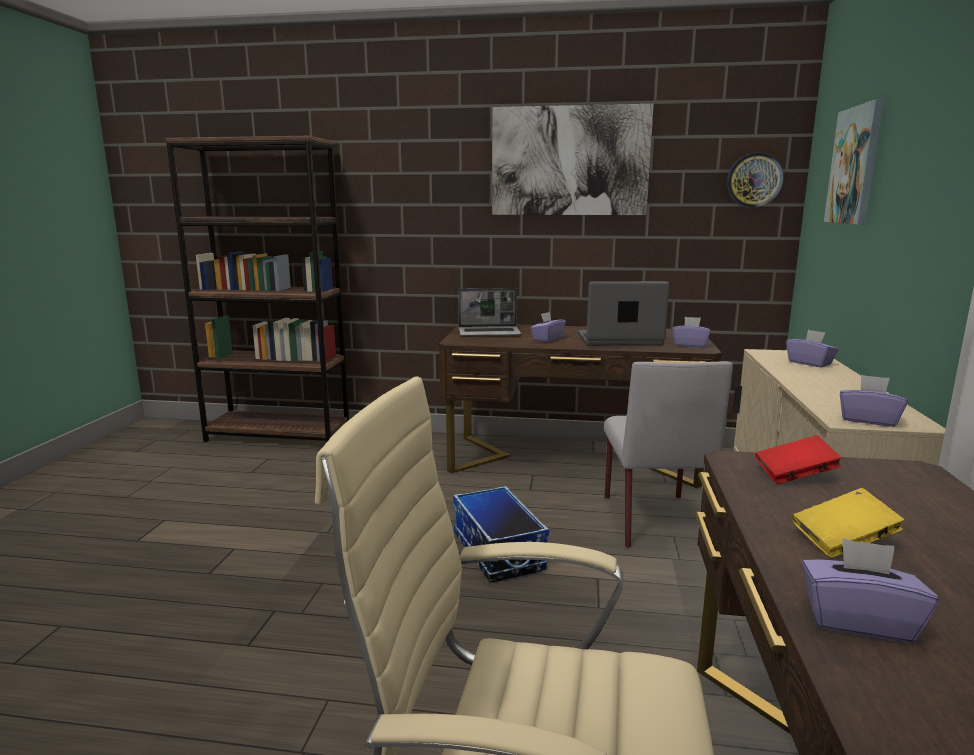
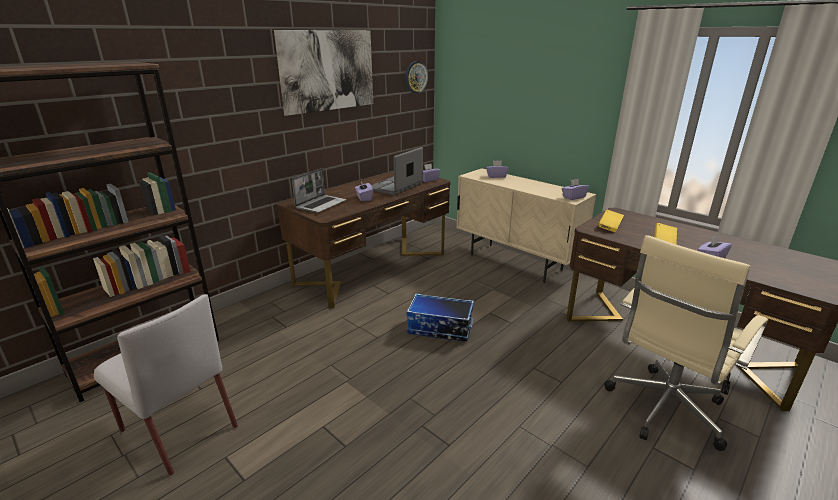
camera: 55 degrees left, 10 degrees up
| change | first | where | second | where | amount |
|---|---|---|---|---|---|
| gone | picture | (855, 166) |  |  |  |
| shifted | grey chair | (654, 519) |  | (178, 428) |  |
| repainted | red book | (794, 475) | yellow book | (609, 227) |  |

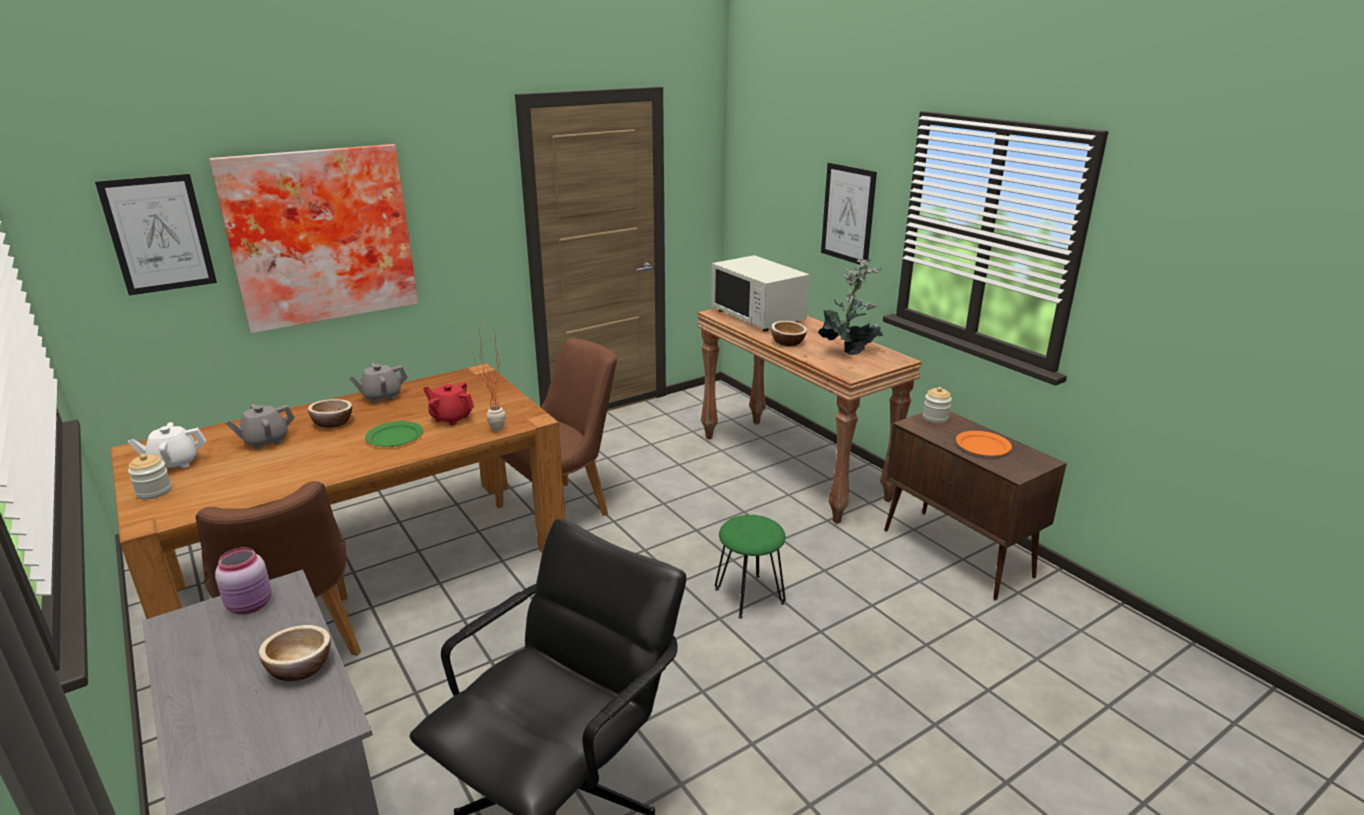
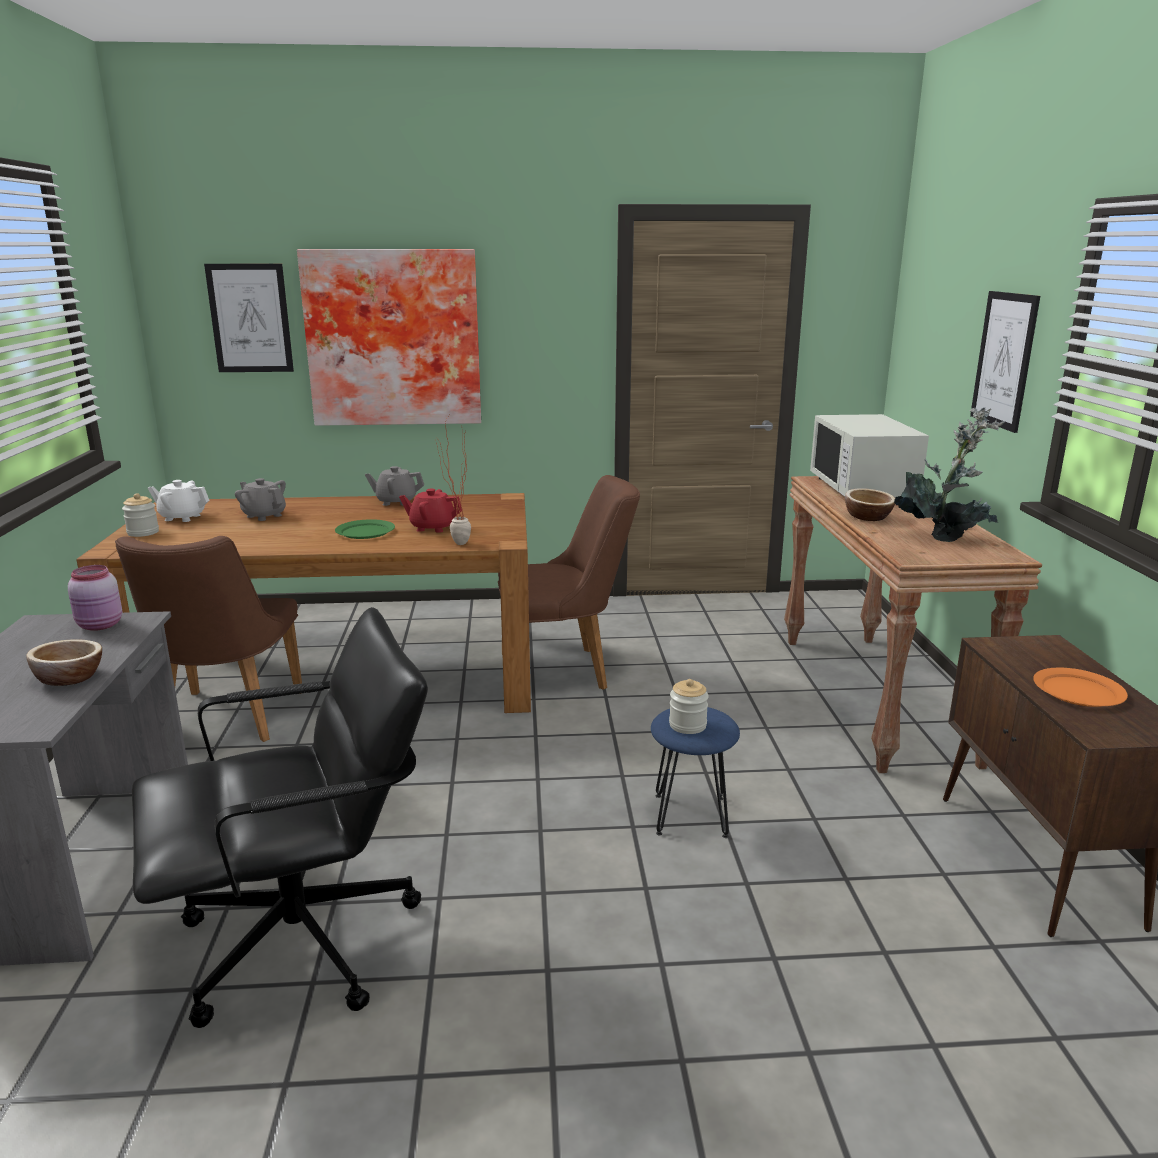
camera: 30 degrees right, 5 degrees down
| change | first | where | second | where | amount |
|---|---|---|---|---|---|
| gone | bowl | (333, 423) |  |  |  |
| shifted | jar | (935, 418) |  | (687, 725) |  |
| repainted | green stool | (750, 596) | blue stool | (691, 815) |  |
| rotated | grey teapot | (265, 441) |  | (264, 516) | 45 degrees clockwise |
| rotated | red teapot | (451, 418) |  | (432, 527) | 45 degrees counterclockwise |

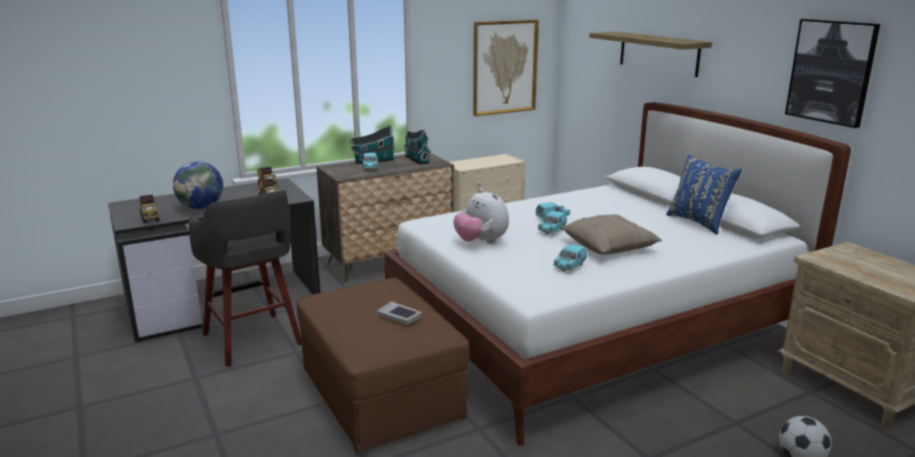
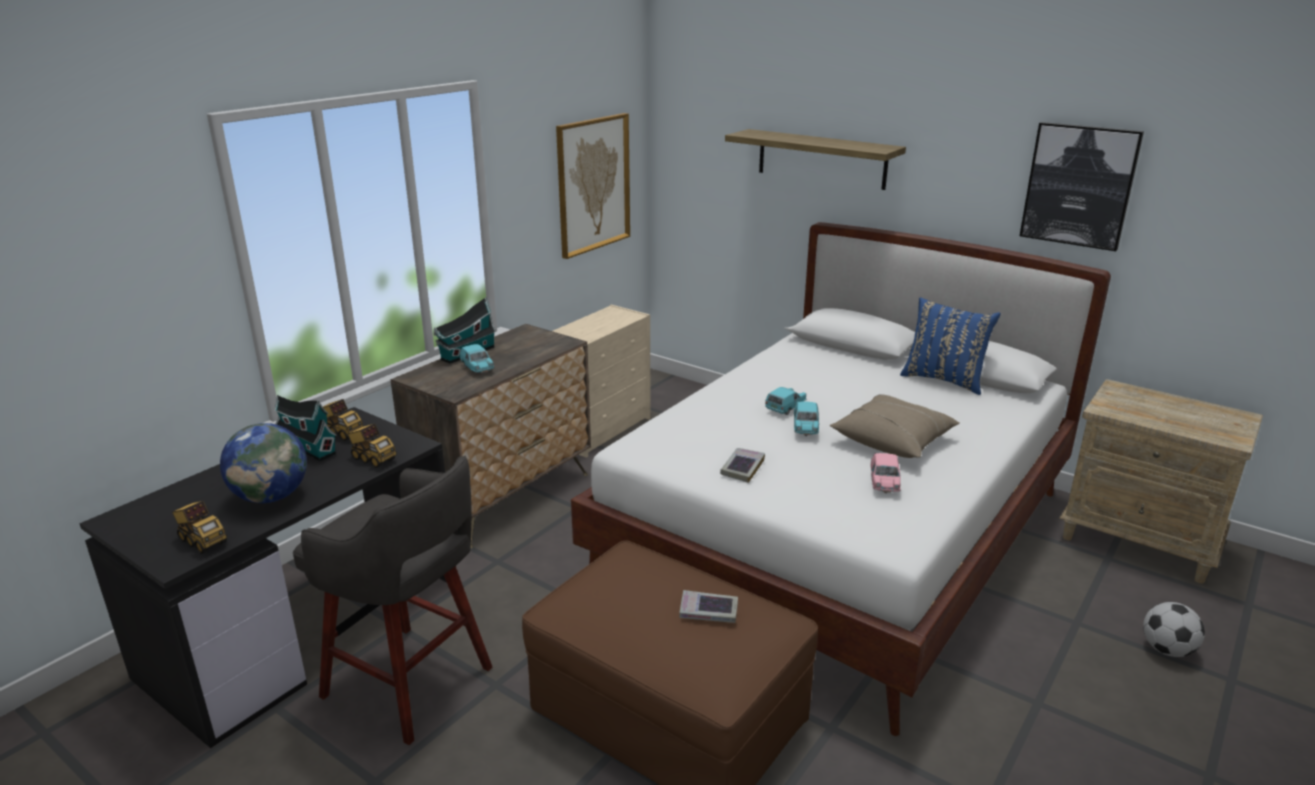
camera: 25 degrees left, 5 degrees up
| change | first | where | second | where | amount |
|---|---|---|---|---|---|
| shifted | toy house | (416, 159) |  | (307, 446) |  |
| swapped | plush toy | (481, 242) | book | (742, 468) |  |
| repainted | turquoise toy car | (569, 267) | pink toy car | (884, 484) |  |

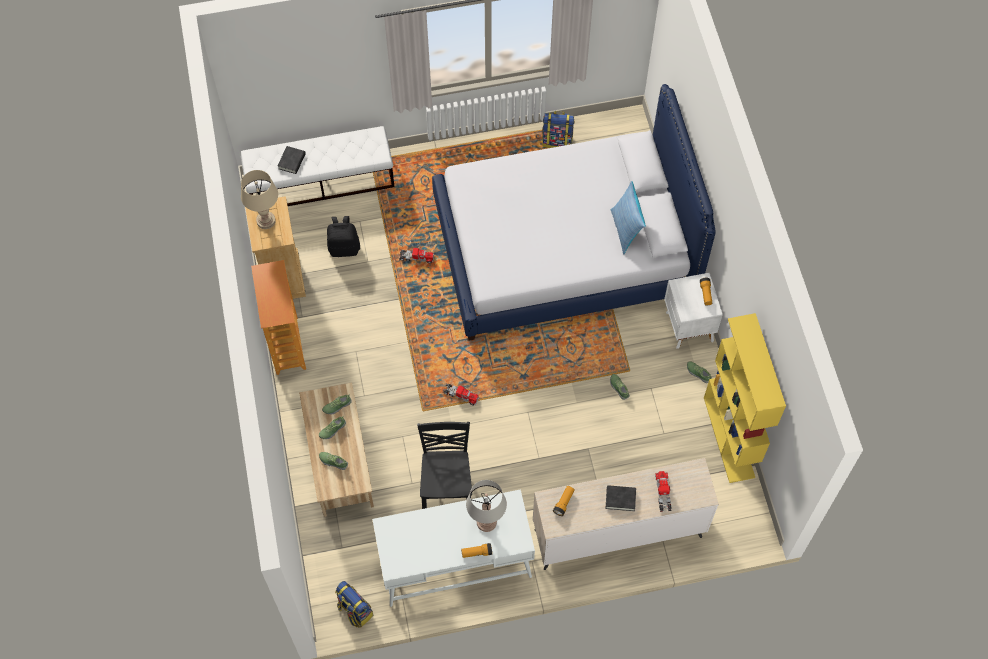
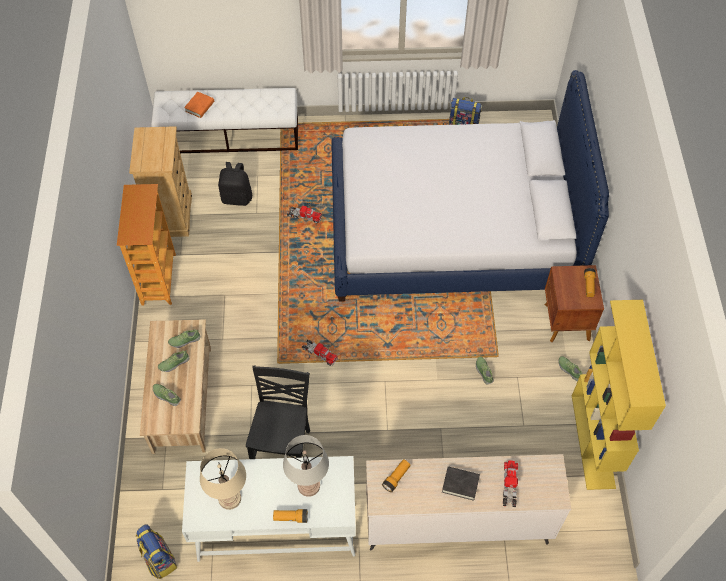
camera: 10 degrees right, 5 degrees down
| change | first | where | second | where | amount |
|---|---|---|---|---|---|
| gone | pillow | (626, 230) |  |  |  |
| shifted | beige table lamp | (266, 221) |  | (230, 498) |  |
| repainted | black book | (292, 161) | orange book | (199, 106) |  |
| repainted | white nightstand | (688, 327) | brown nightstand | (566, 322) |  |

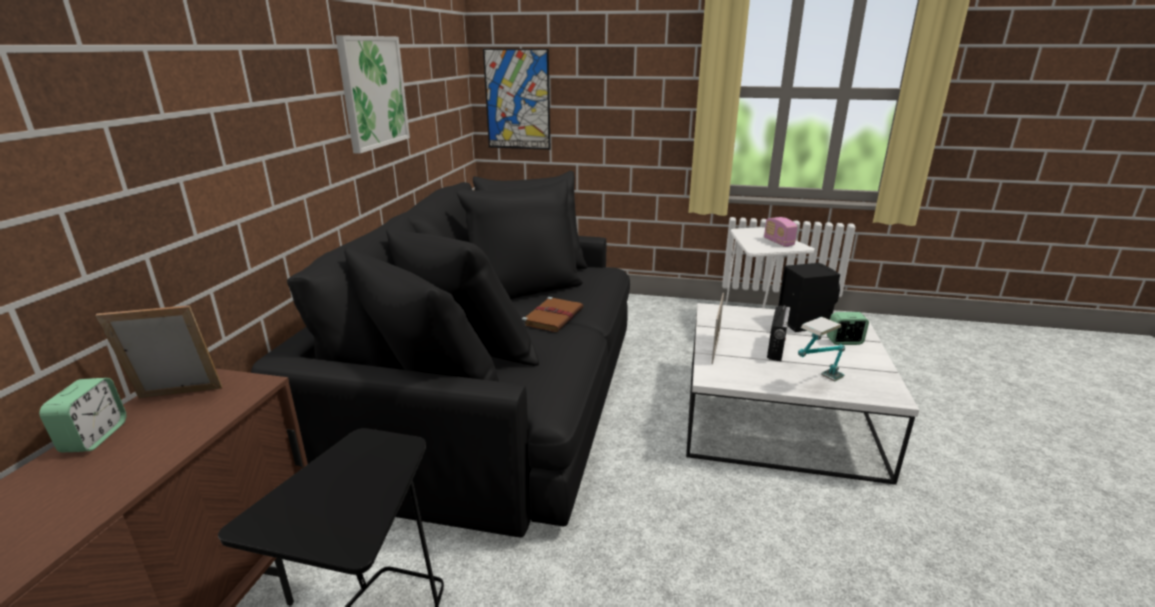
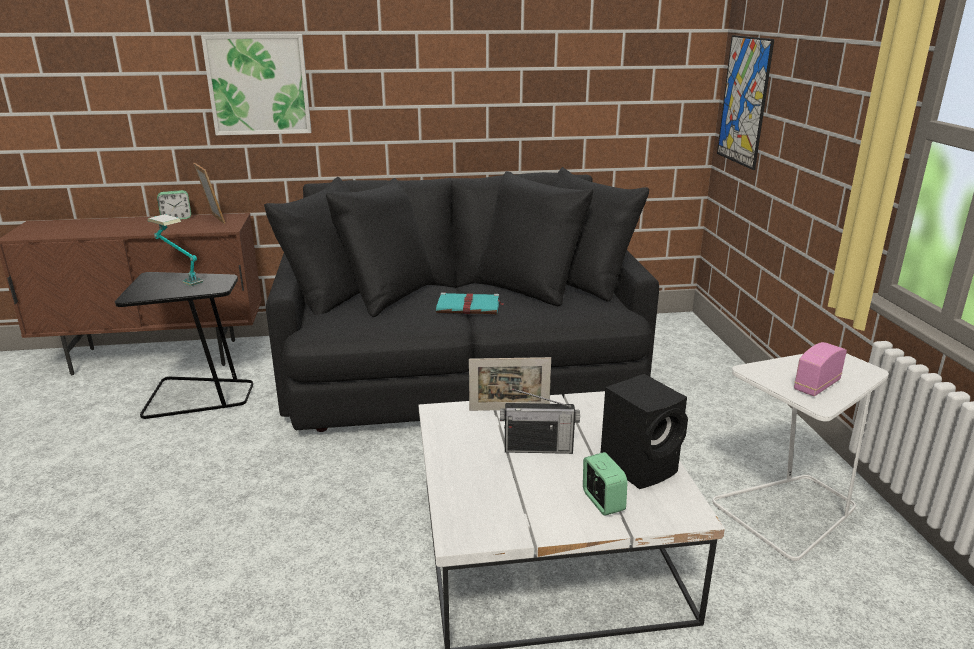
camera: 70 degrees right, 0 degrees up
| change | first | where | second | where | amount |
|---|---|---|---|---|---|
| shifted | picture | (373, 92) |  | (258, 85) |  |
| shifted | table lamp | (816, 383) |  | (180, 278) |  |
| repainted | brown book | (553, 316) | turquoise book | (469, 307) |  |

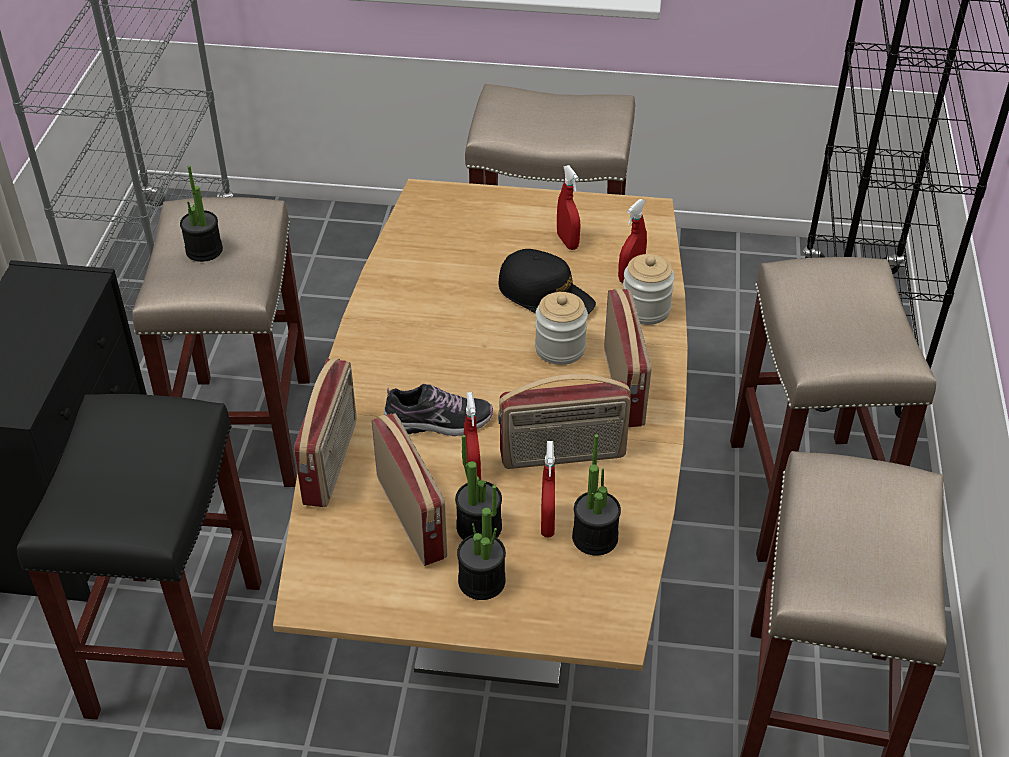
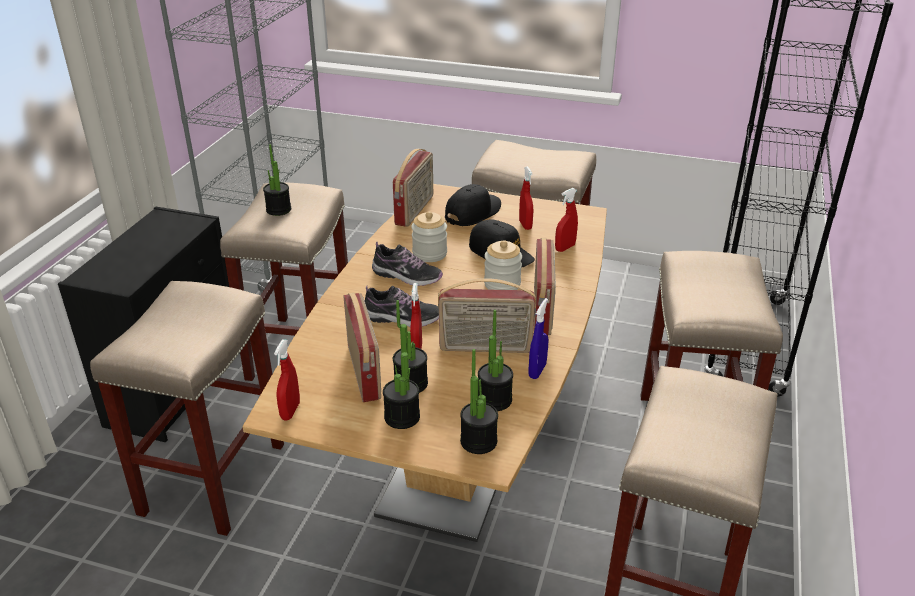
camera: 10 degrees right, 10 degrees down
| change | first | where | second | where | amount |
|---|---|---|---|---|---|
| new |  |  | shoe | (406, 276) |  |
| new |  |  | black cap | (473, 213) |  |
| new |  |  | potted plant | (478, 441) |  |
| new |  |  | blue spray bottle | (537, 371) |  |
| shifted | radio | (332, 462) |  | (415, 210) |  |
| shifted | red spray bottle | (547, 523) |  | (290, 411) |  |
| shifted | jar | (645, 309) |  | (429, 254) |  |
| repainted | black stool | (176, 645) | beige stool | (213, 477) |  |

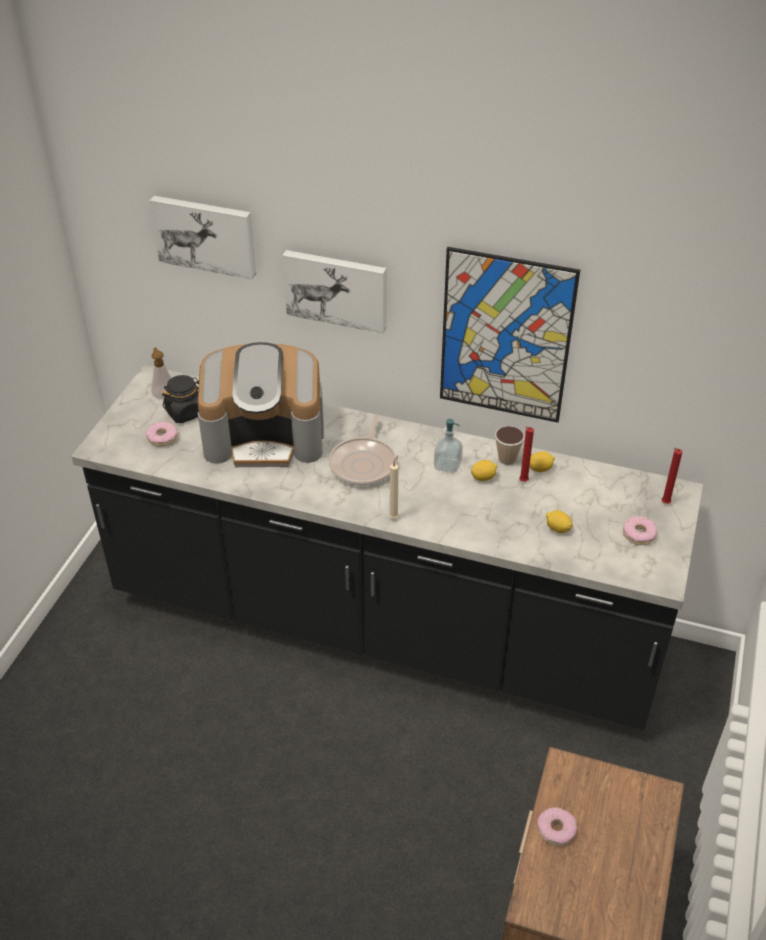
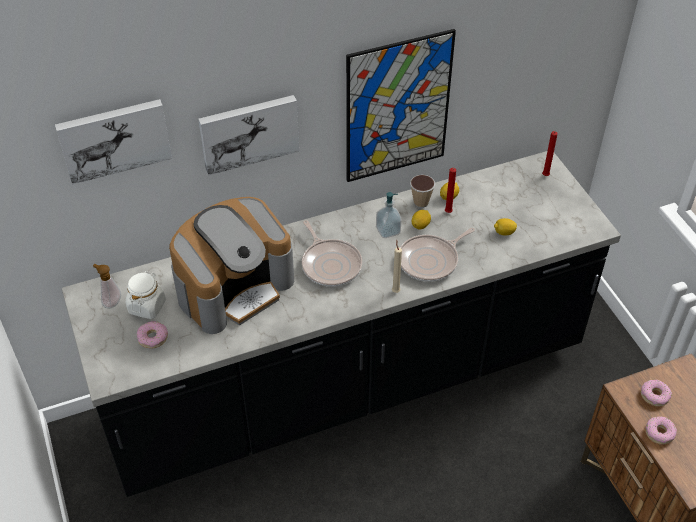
camera: 40 degrees left, 5 degrees up
| change | first | where | second | where | amount |
|---|---|---|---|---|---|
| new |  |  | frying pan | (430, 261) |  |
| shifted | donut | (638, 534) |  | (654, 396) |  |
| repainted | black jar | (185, 412) | white jar | (147, 306) |  |

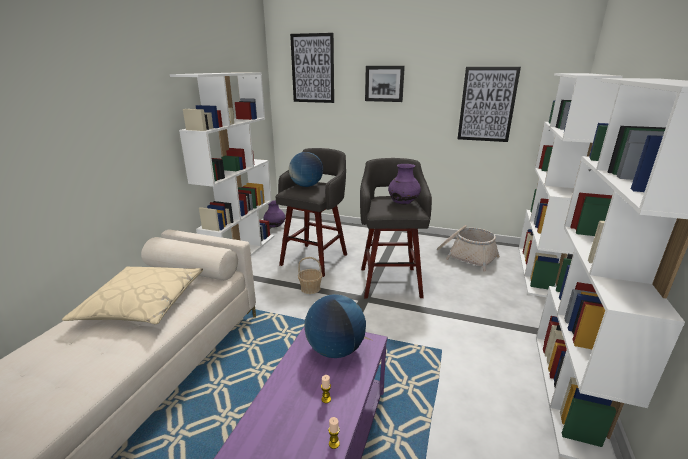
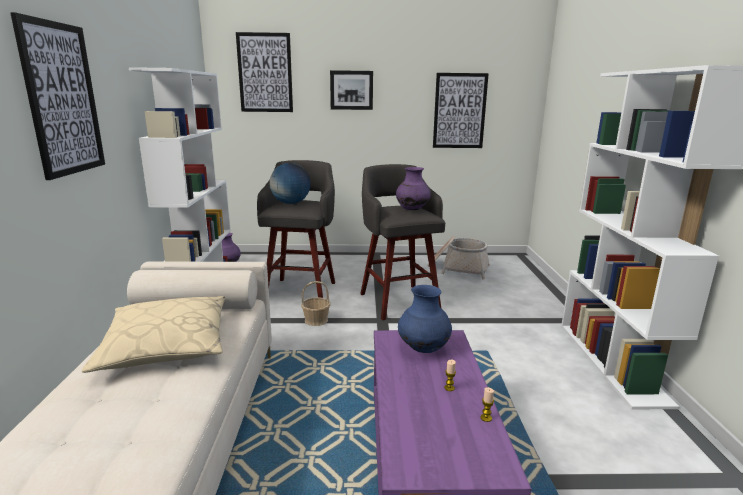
camera: 20 degrees left, 5 degrees down
| change | first | where | second | where | amount |
|---|---|---|---|---|---|
| gone | white bookcase | (538, 271) |  |  |  |
| new |  |  | picture | (62, 99) |  |
| swapped | globe | (335, 350) | blue vase | (423, 349) |  |

